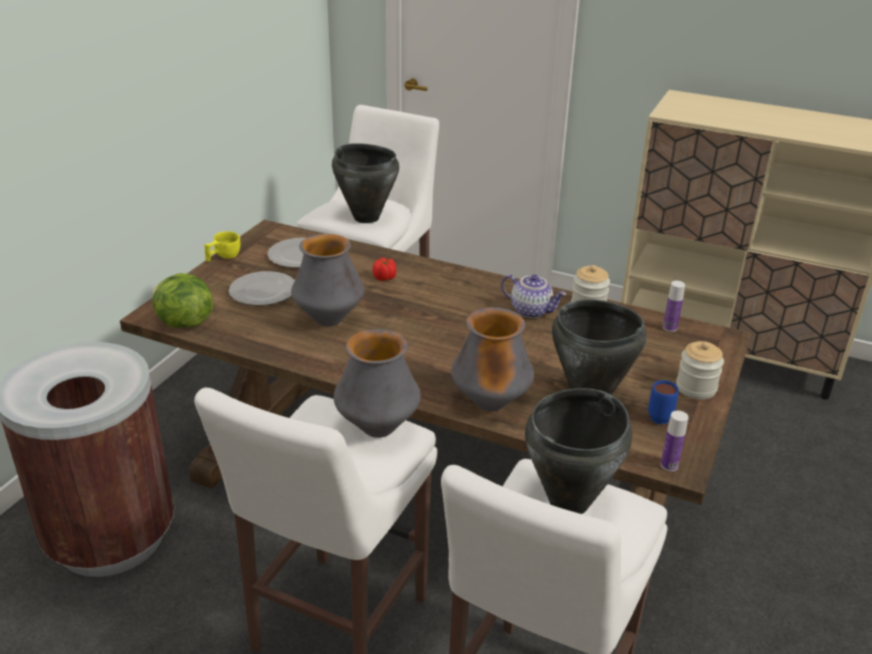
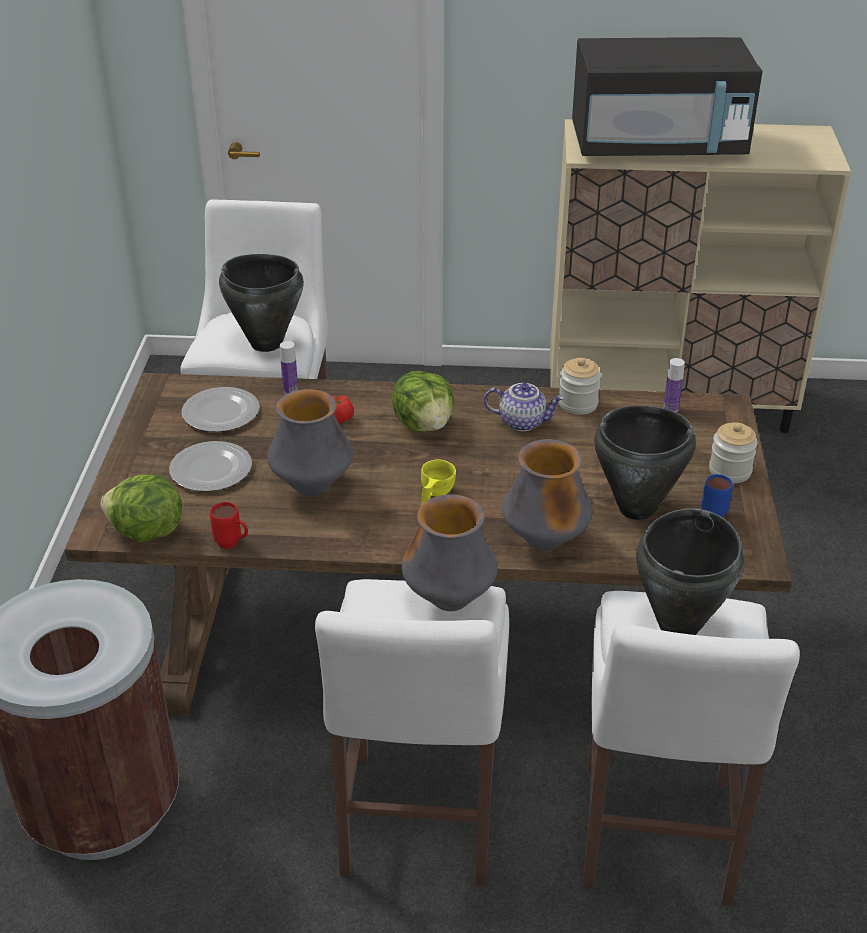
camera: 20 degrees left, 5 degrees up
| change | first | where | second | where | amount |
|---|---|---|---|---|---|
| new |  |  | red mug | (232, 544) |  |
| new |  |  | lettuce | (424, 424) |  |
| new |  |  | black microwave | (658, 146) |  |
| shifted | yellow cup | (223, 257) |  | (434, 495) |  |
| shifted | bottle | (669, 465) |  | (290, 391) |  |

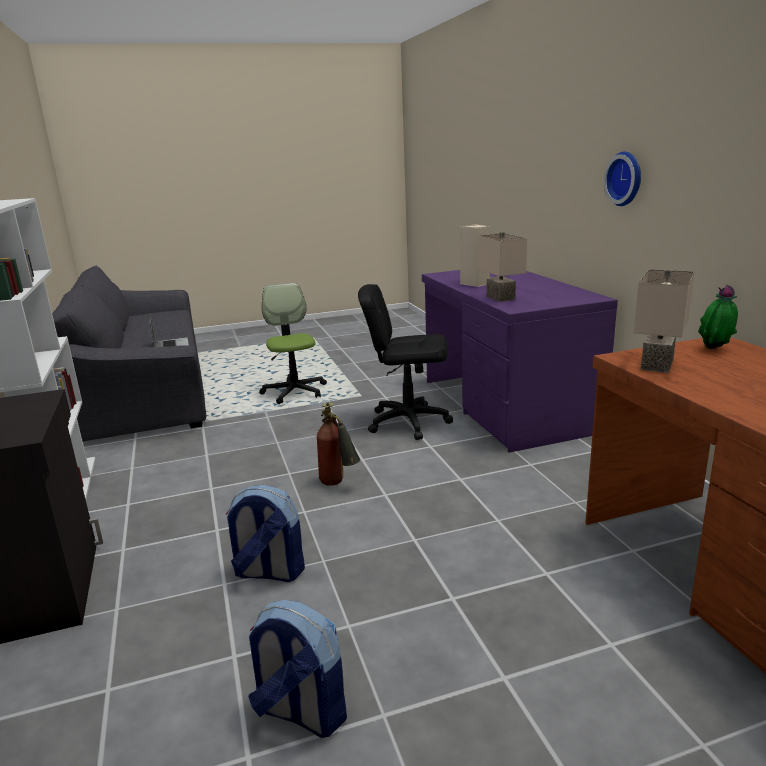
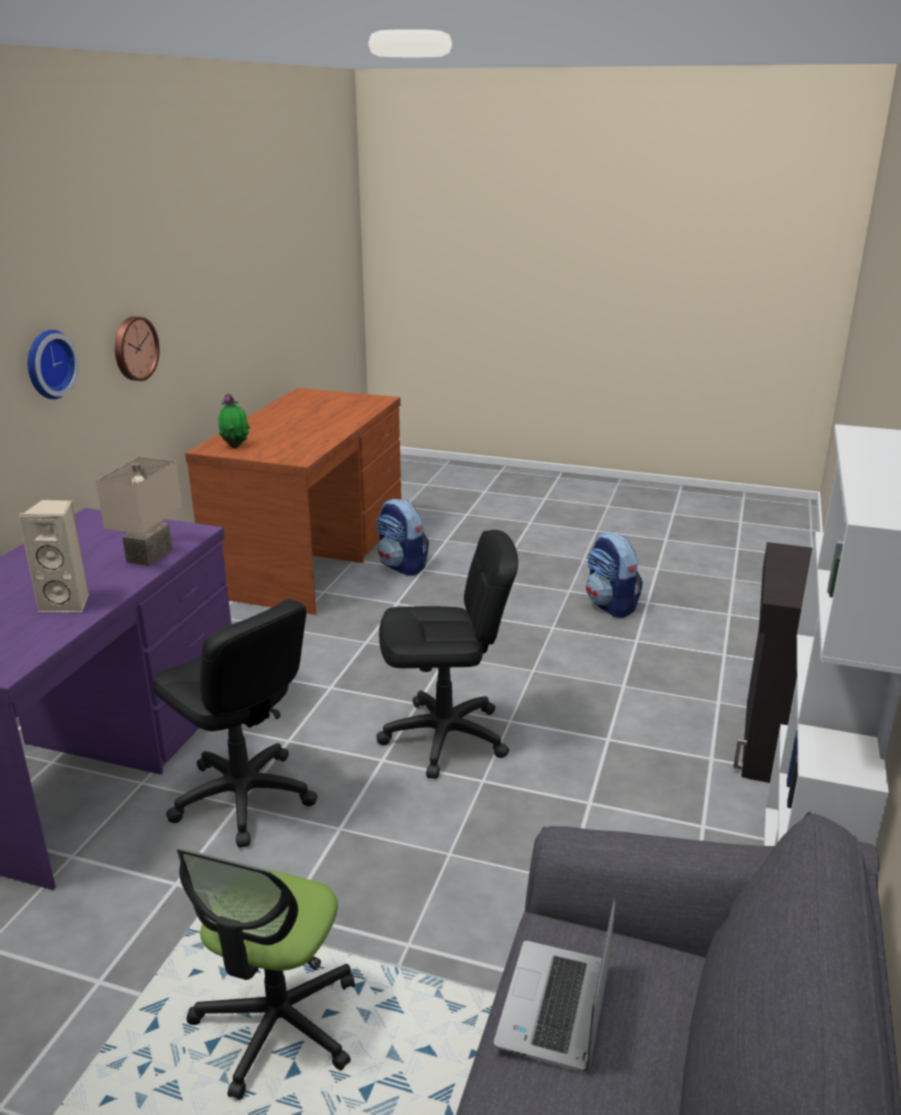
camera: 145 degrees left, 5 degrees up
| change | first | where | second | where | amount |
|---|---|---|---|---|---|
| gone | beige table lamp | (654, 364) |  |  |  |
| new |  |  | wall clock | (134, 348) |  |
| shifted | backpack | (268, 572) |  | (402, 566) |  |
| swapped | fire extinguisher | (338, 484) | black office chair | (445, 737) |  |

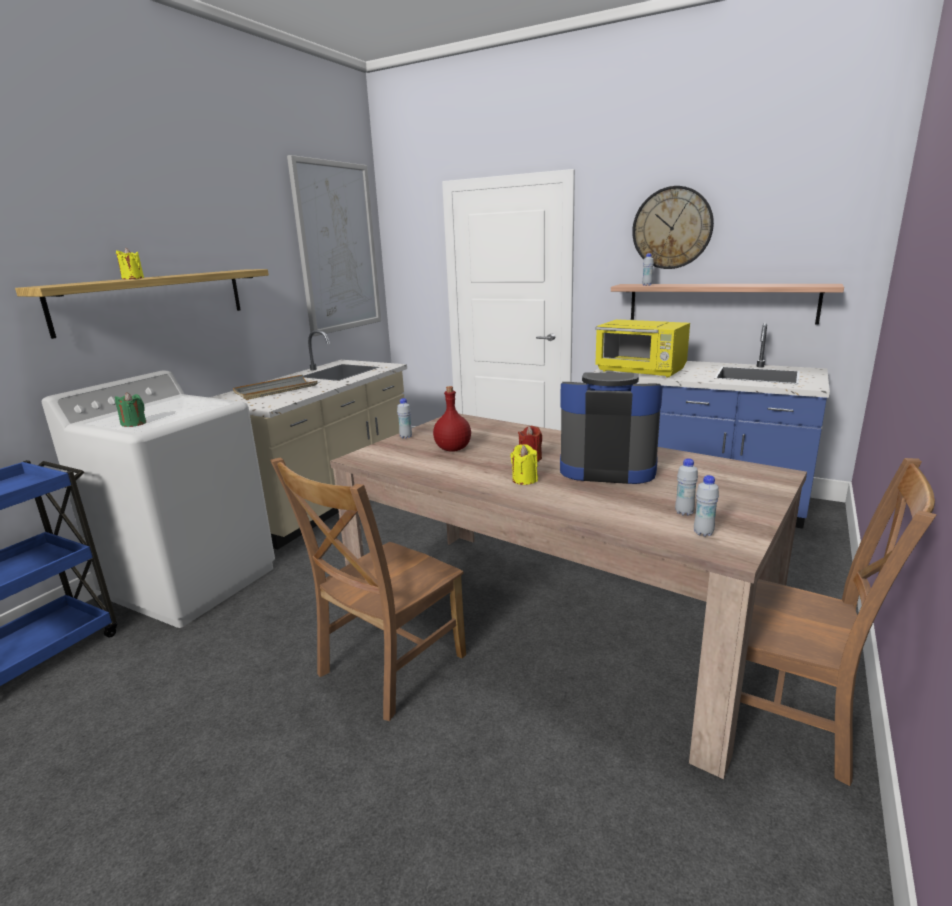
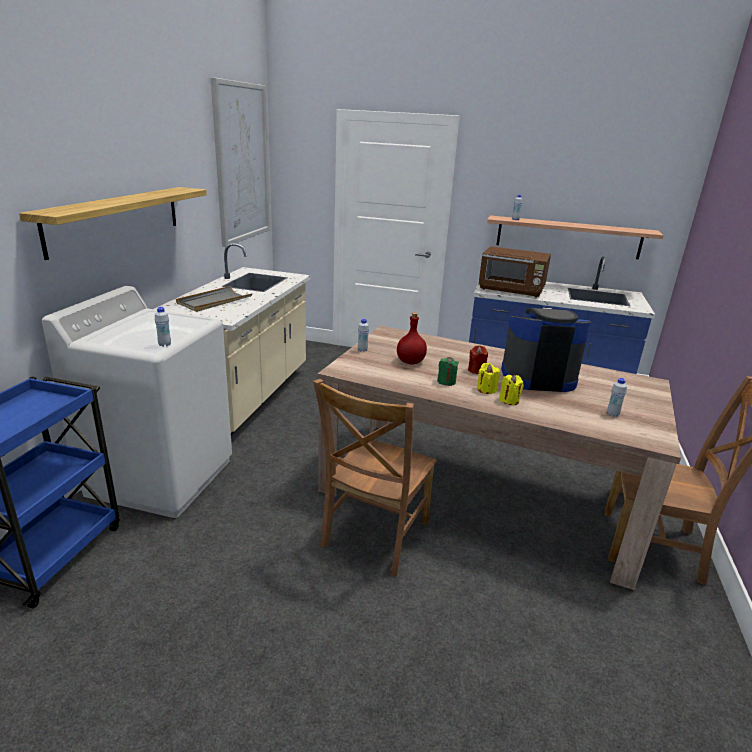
camera: 15 degrees left, 5 degrees up
| change | first | where | second | where | amount |
|---|---|---|---|---|---|
| gone | wall clock | (672, 228) |  |  |  |
| shifted | green candle | (134, 423) |  | (446, 382) |  |
| shifted | yellow candle | (133, 278) |  | (509, 400) |  |
| shifted | white bottle | (703, 533) |  | (164, 345) |  |
| repainted | yellow microwave | (641, 371) | brown microwave | (512, 290) |  |

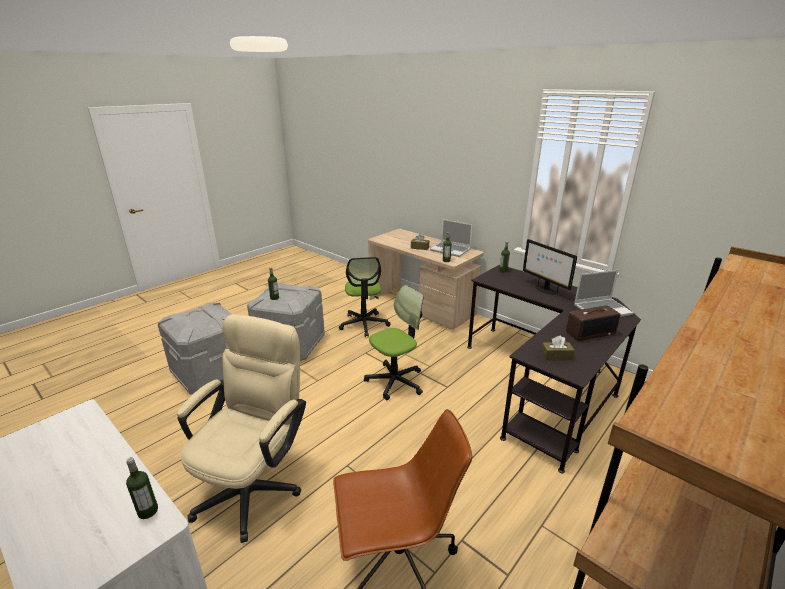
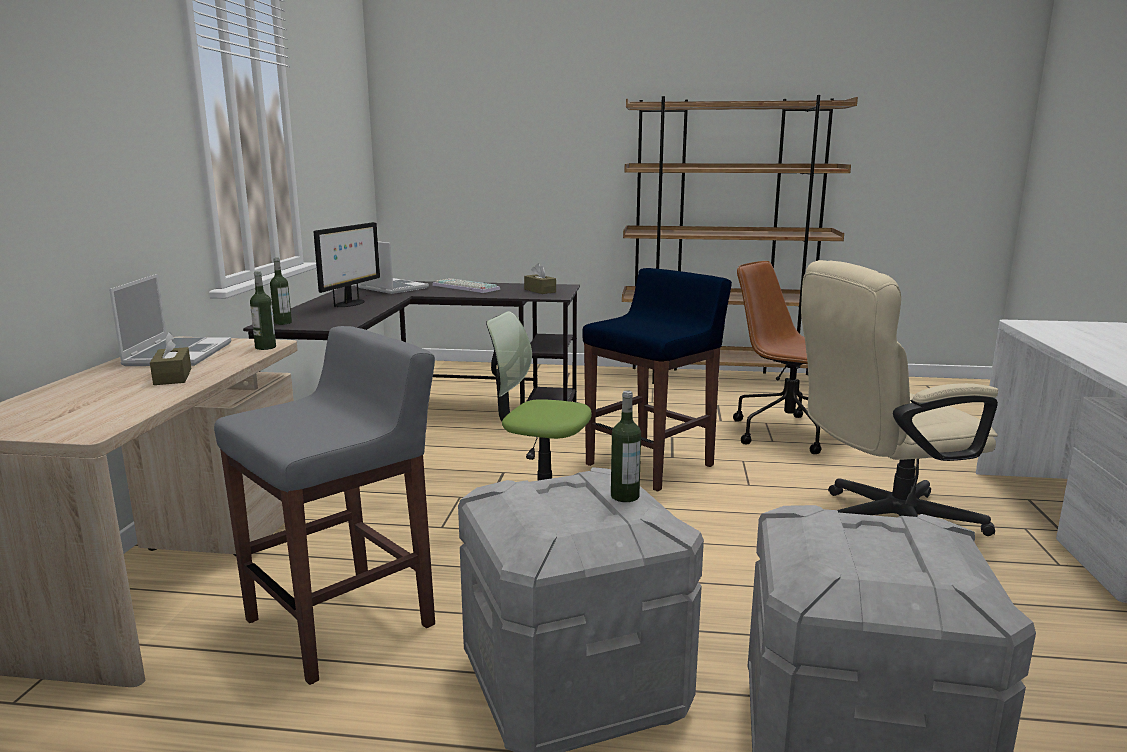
camera: 125 degrees left, 10 degrees down
| change | first | where | second | where | amount |
|---|---|---|---|---|---|
| gone | bottle | (148, 511) |  |  |  |
| new |  |  | blue stool | (651, 464) |  |
| swapped | office chair | (364, 324) | grey stool | (344, 622) |  |
| swapped | radio | (590, 333) | keyboard | (464, 287) |  |

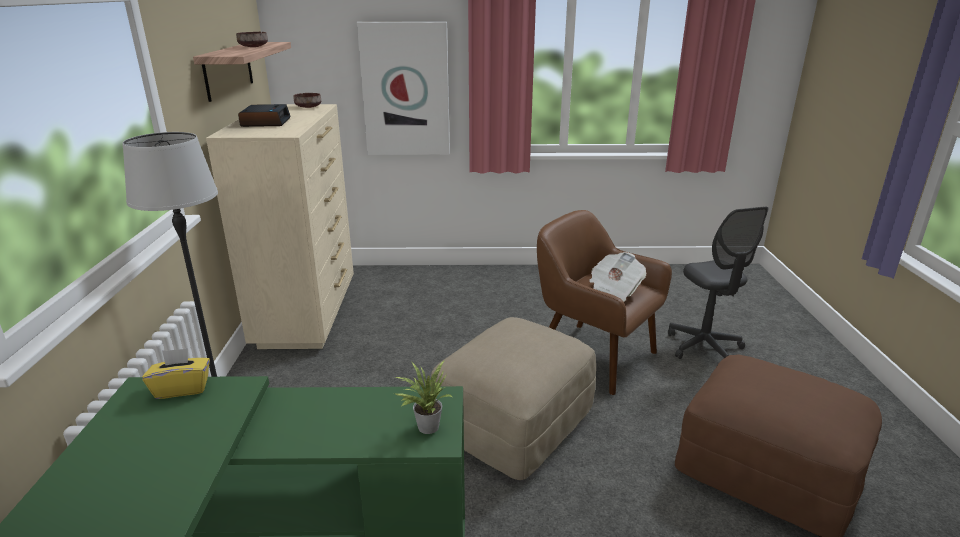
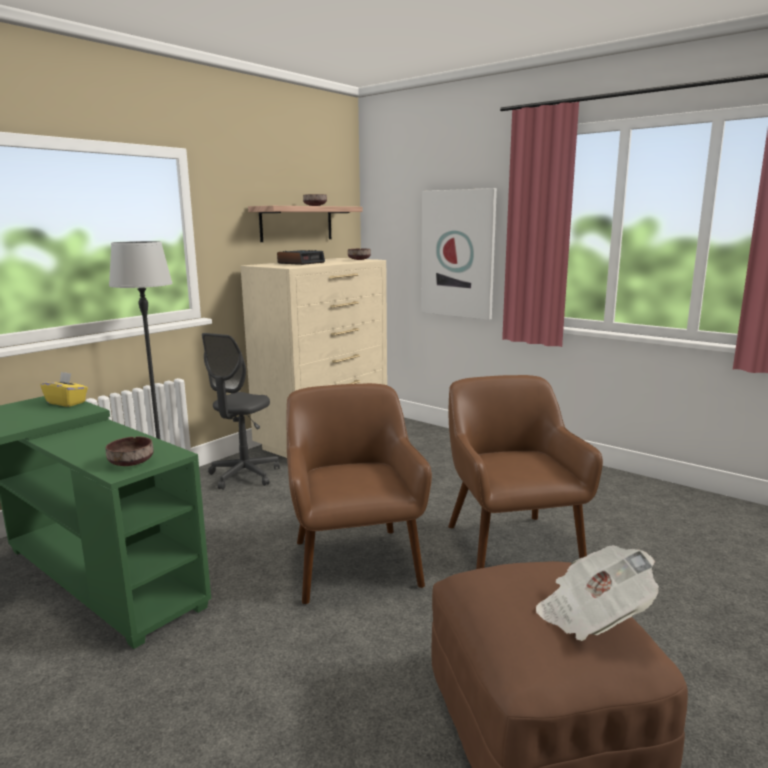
camera: 40 degrees right, 10 degrees down
| change | first | where | second | where | amount |
|---|---|---|---|---|---|
| shifted | newspaper | (613, 291) |  | (592, 615) |  |
| shifted | grey office chair | (704, 347) |  | (244, 475) |  |
| swapped | potted plant | (425, 426) | brown bowl | (130, 463) |  |
| swapped | beige ottoman | (514, 423) | brown armchair | (354, 562) |  |

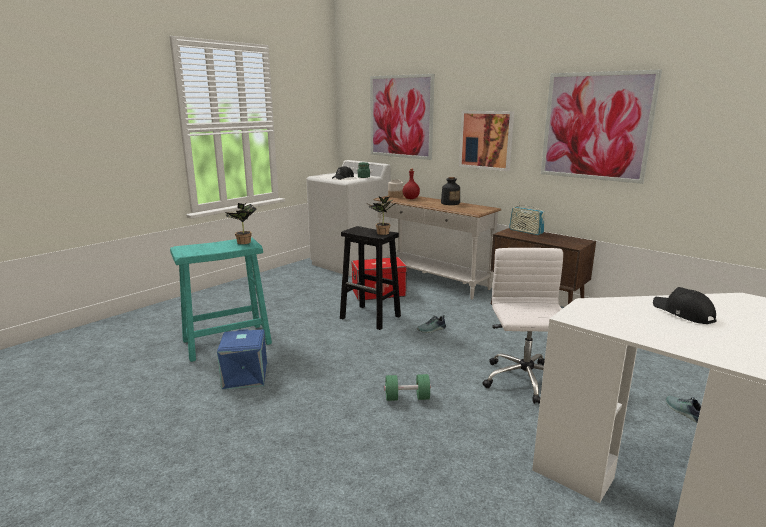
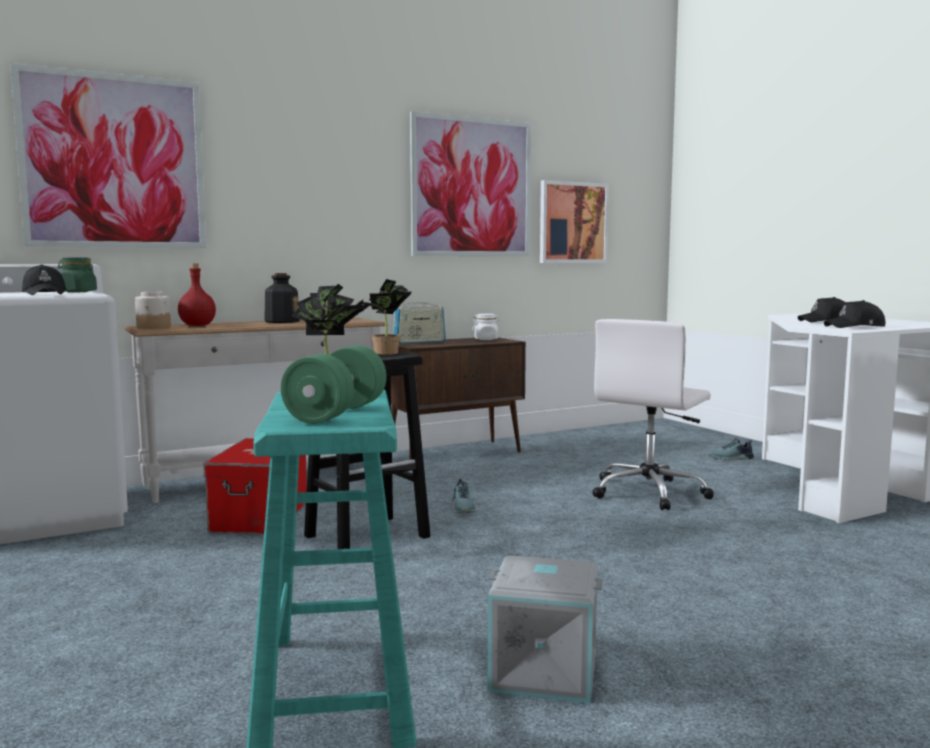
camera: 70 degrees left, 10 degrees down
| change | first | where | second | where | amount |
|---|---|---|---|---|---|
| new |  |  | white jar | (486, 339) |  |
| new |  |  | black cap | (855, 327) |  |
| shifted | green dumbbell | (407, 398) |  | (337, 413) |  |
| shifted | picture | (486, 140) |  | (572, 223) |  |
| repainted | blue storage box | (246, 376) | grey storage box | (545, 670) |  |
| rotated | white office chair | (525, 381) |  | (649, 492) | 75 degrees counterclockwise |

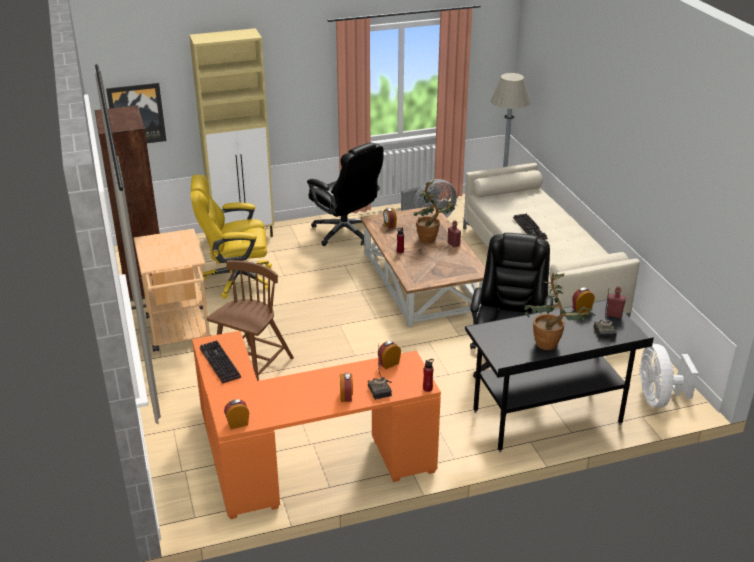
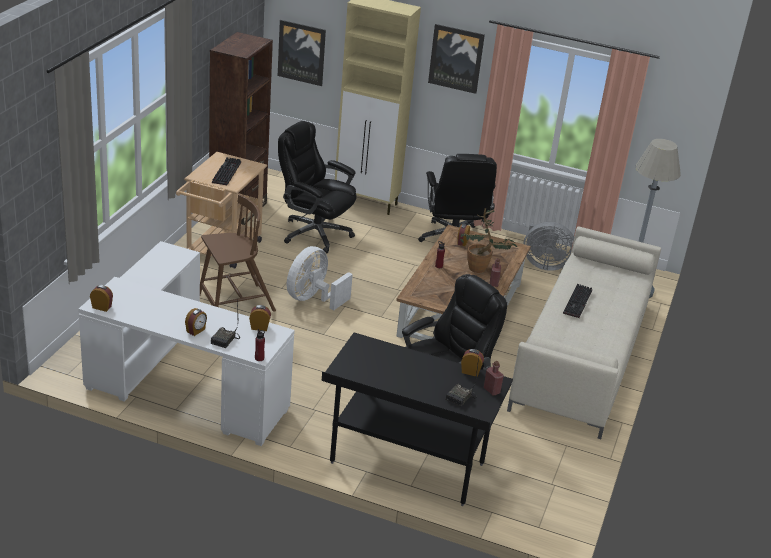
camera: 35 degrees right, 0 degrees up
| change | first | where | second | where | amount |
|---|---|---|---|---|---|
| gone | potted plant | (552, 345) |  |  |  |
| new |  |  | picture | (456, 58) |  |
| shifted | keyboard | (218, 362) |  | (226, 172) |  |
| shifted | white fan | (658, 398) |  | (313, 299) |  |
| repainted | yellow office chair | (236, 279) | black office chair | (314, 233) |  |
| repainted | orange desk | (300, 463) | white desk | (178, 382) |  |

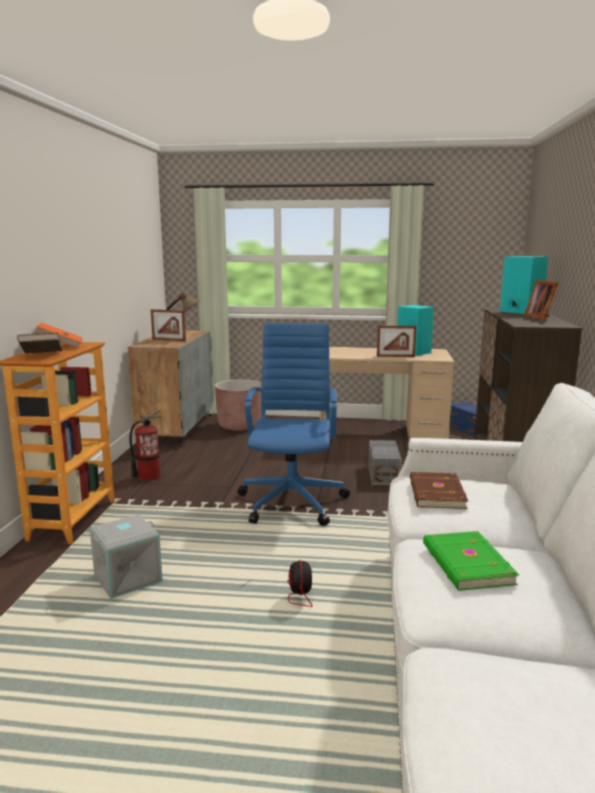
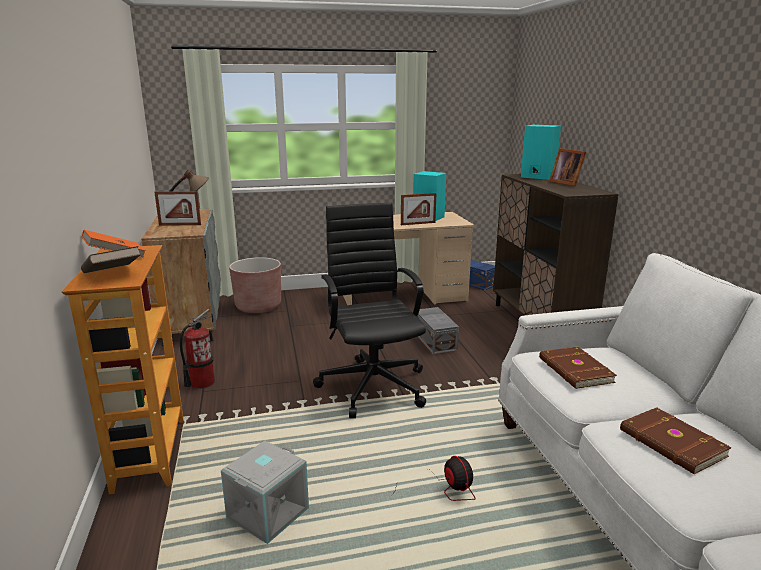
camera: 20 degrees left, 5 degrees up
| change | first | where | second | where | amount |
|---|---|---|---|---|---|
| repainted | blue office chair | (293, 500) | black office chair | (373, 385) |  |
| repainted | green book | (466, 564) | brown book | (671, 444) |  |

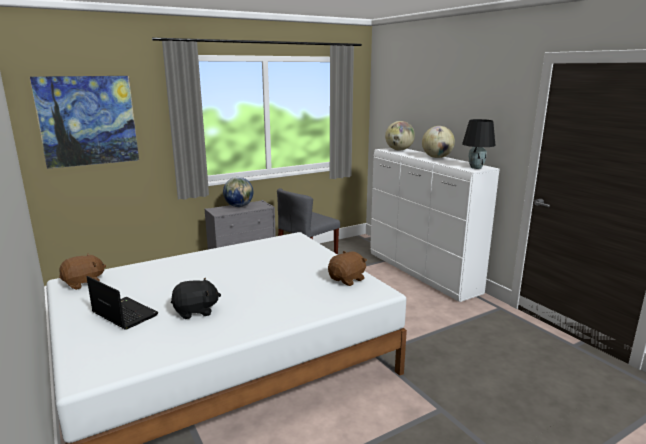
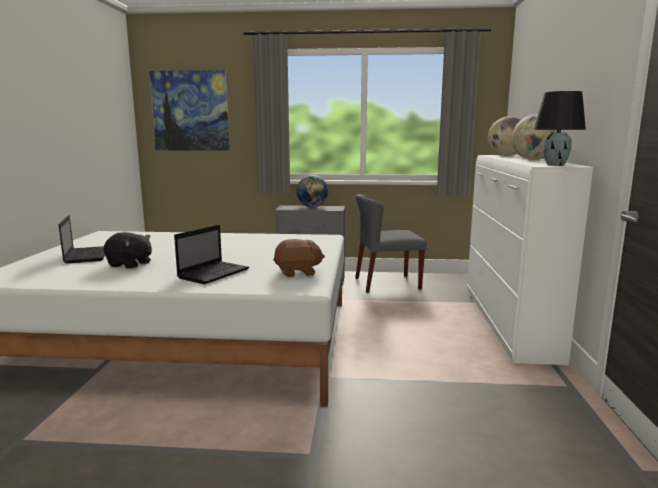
camera: 35 degrees right, 5 degrees down
| change | first | where | second | where | amount |
|---|---|---|---|---|---|
| gone | brown plush toy | (84, 283) |  |  |  |
| new |  |  | laptop | (214, 273) |  |

